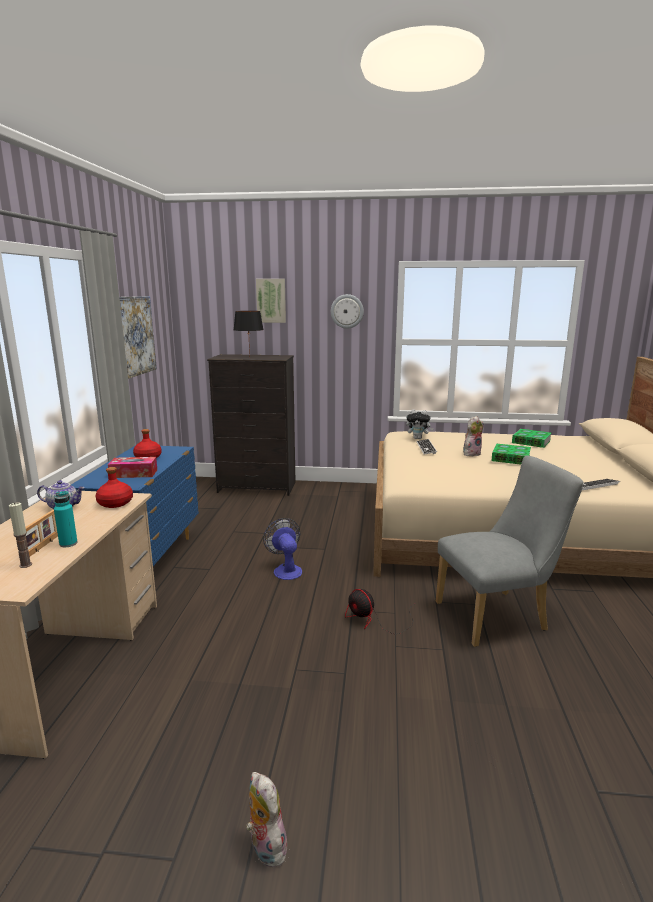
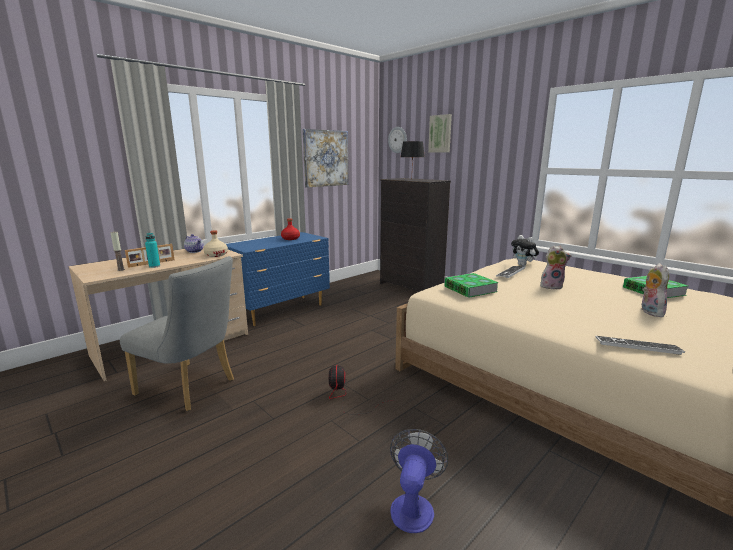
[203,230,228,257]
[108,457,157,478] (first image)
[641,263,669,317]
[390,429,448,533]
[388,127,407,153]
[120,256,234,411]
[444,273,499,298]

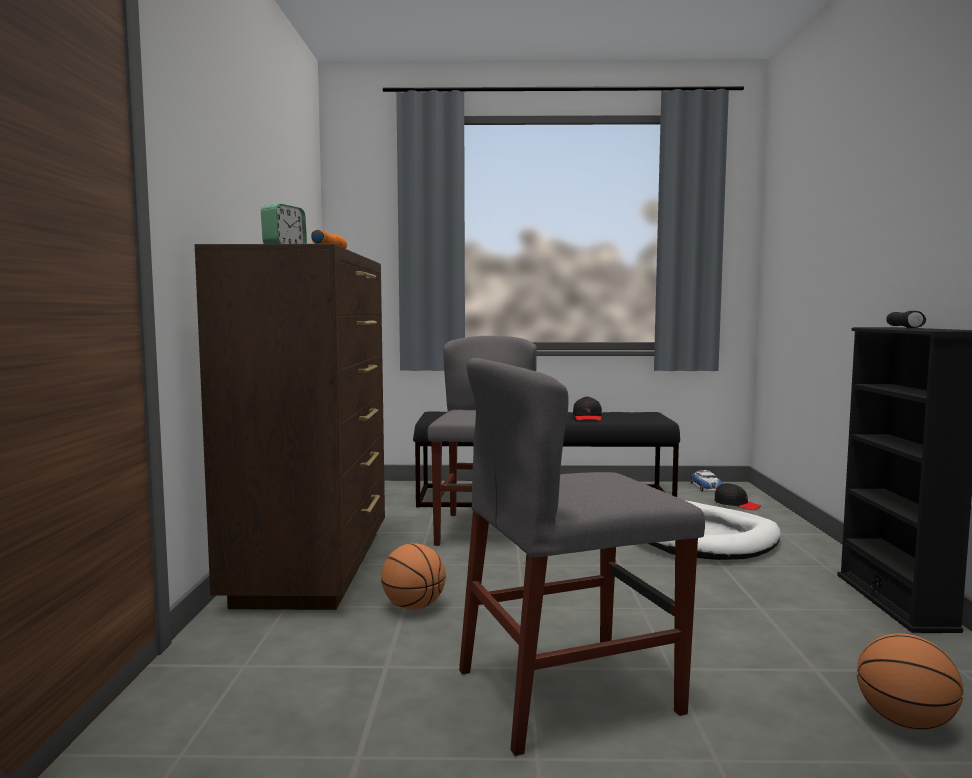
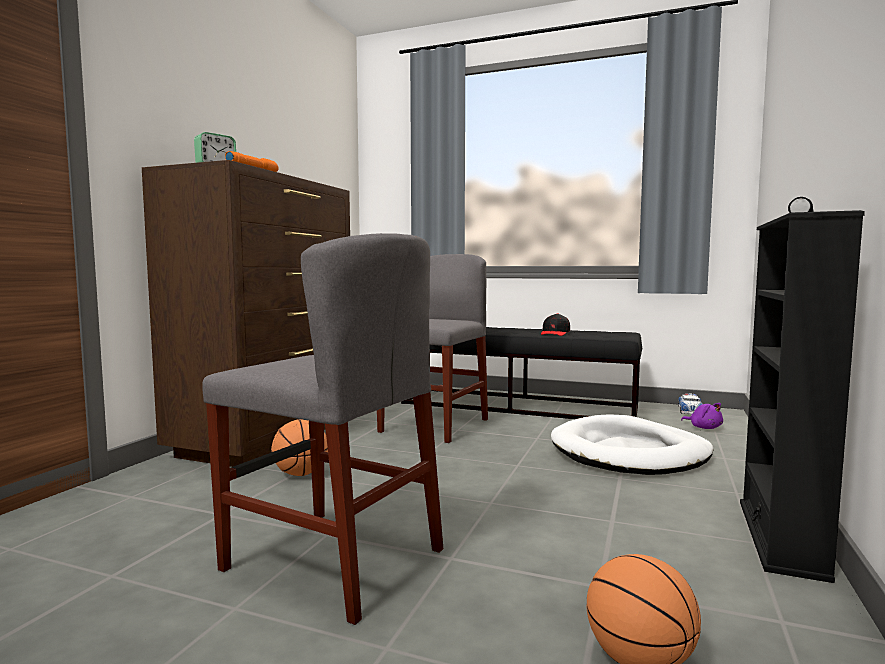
[202,233,443,625]
[681,403,723,429]

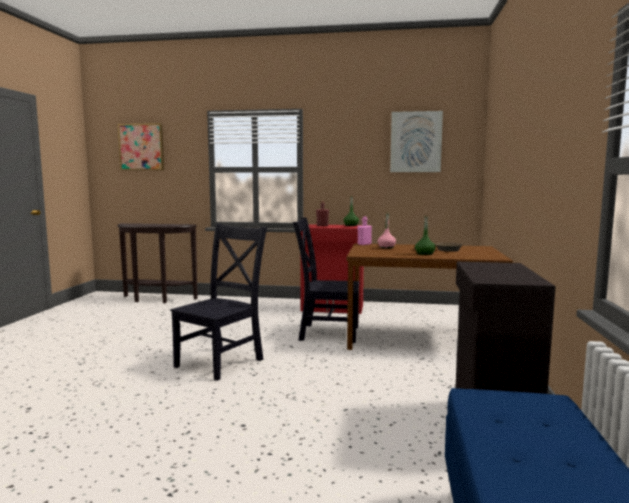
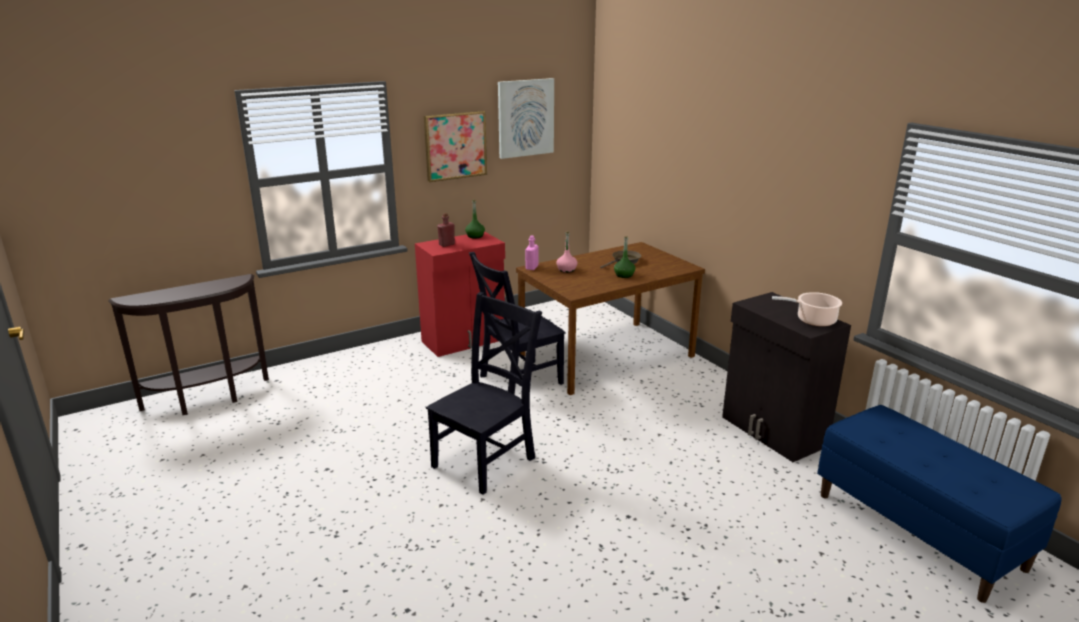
[424,111,487,182]
[426,292,542,495]
[772,292,842,326]

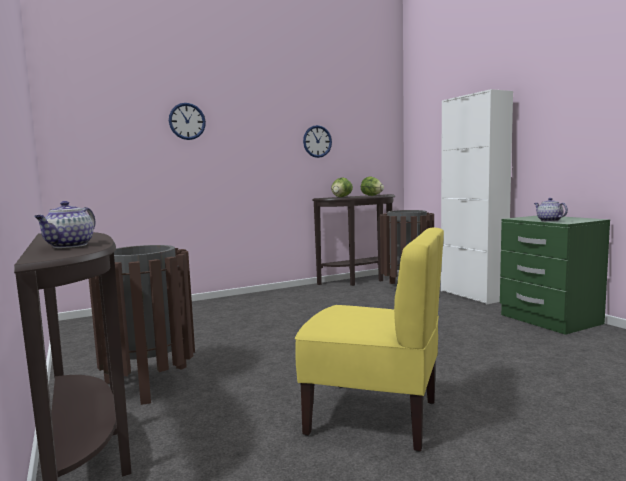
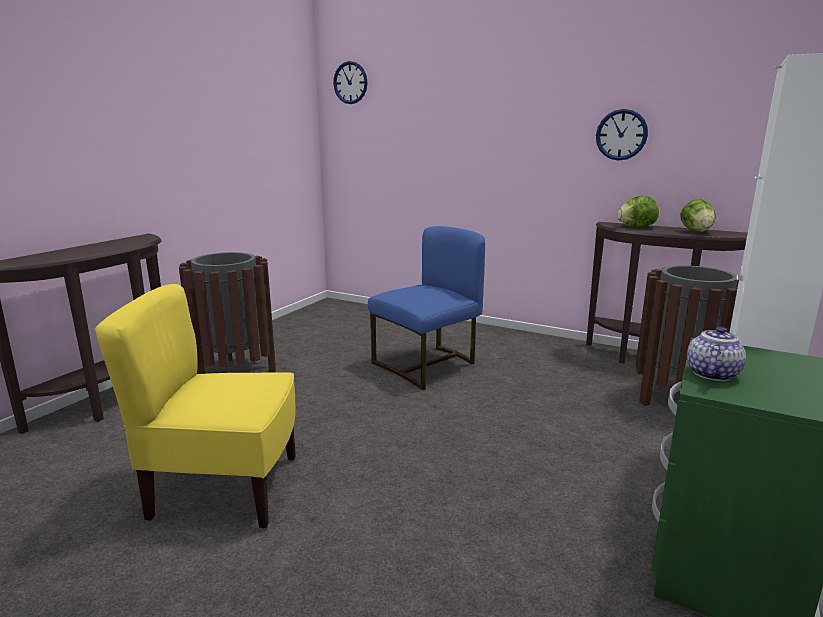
[34,201,95,248] (first image)
[333,61,367,104]
[95,284,296,529]
[368,226,485,390]

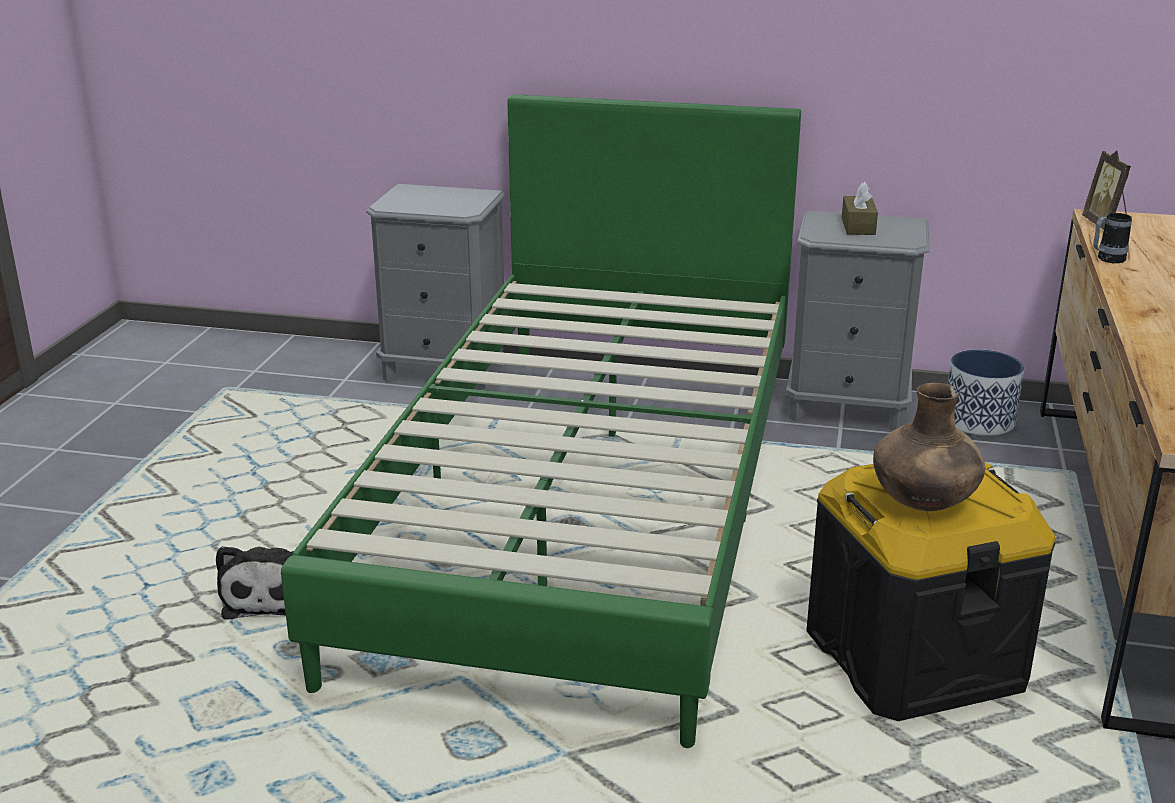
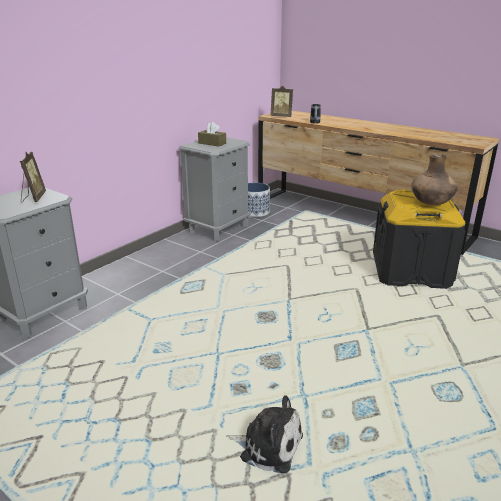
[281,94,801,748] (first image)
[20,151,46,203]

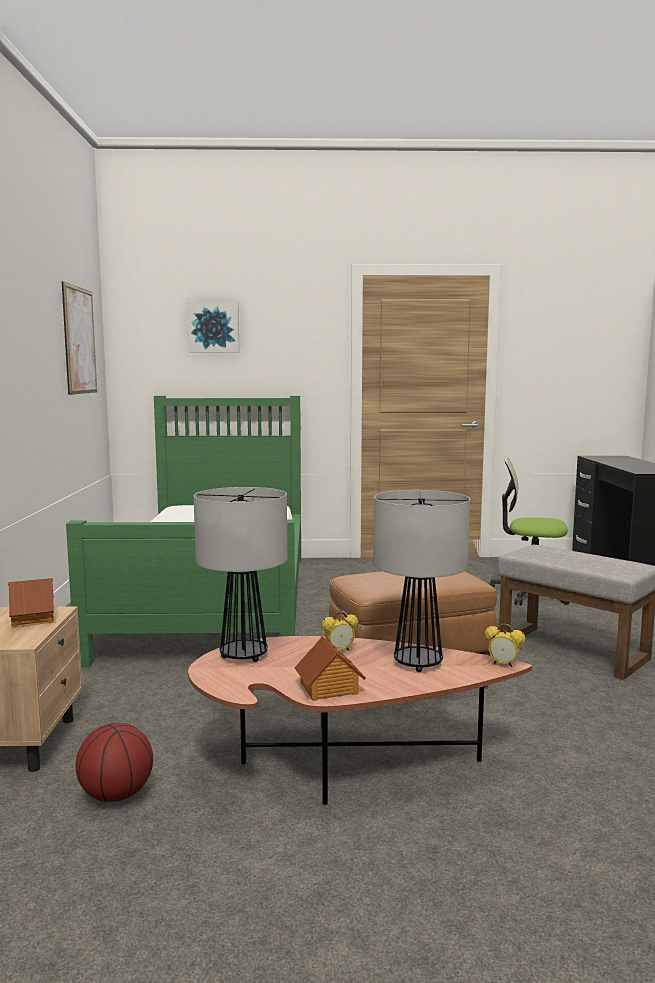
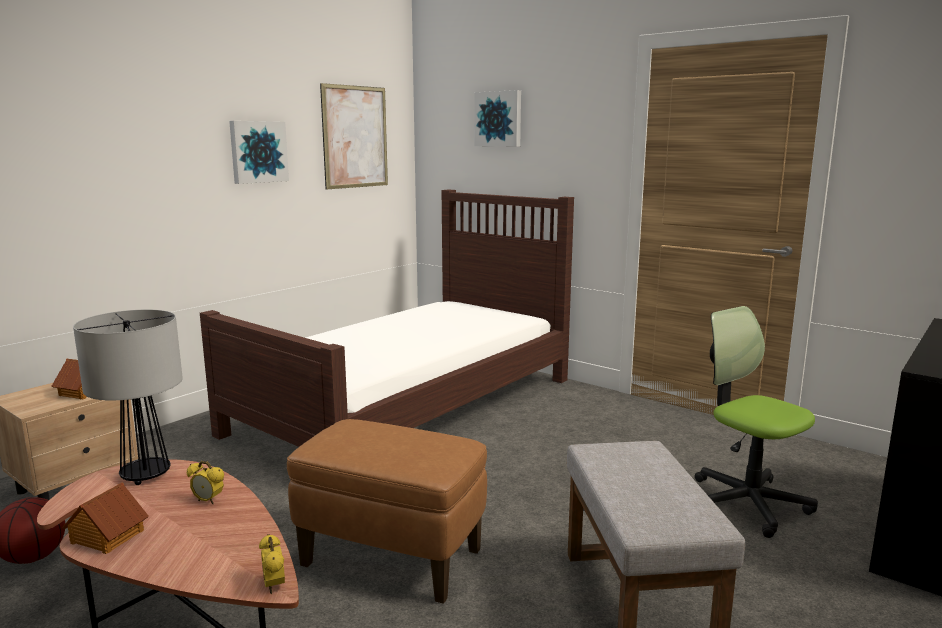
[200,189,574,447]
[373,490,470,672] (first image)
[229,121,289,184]

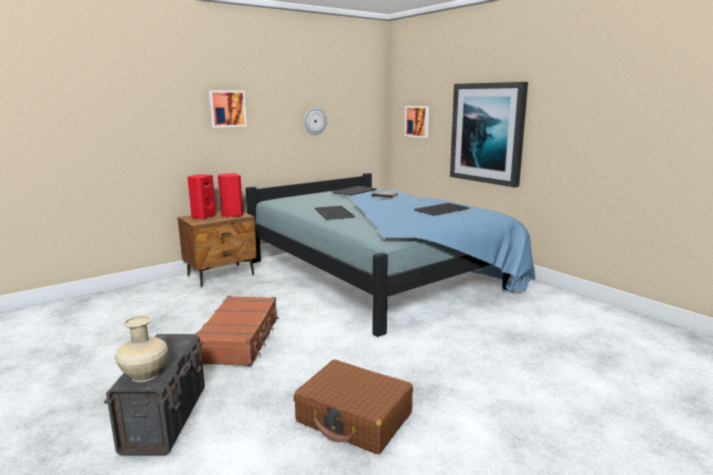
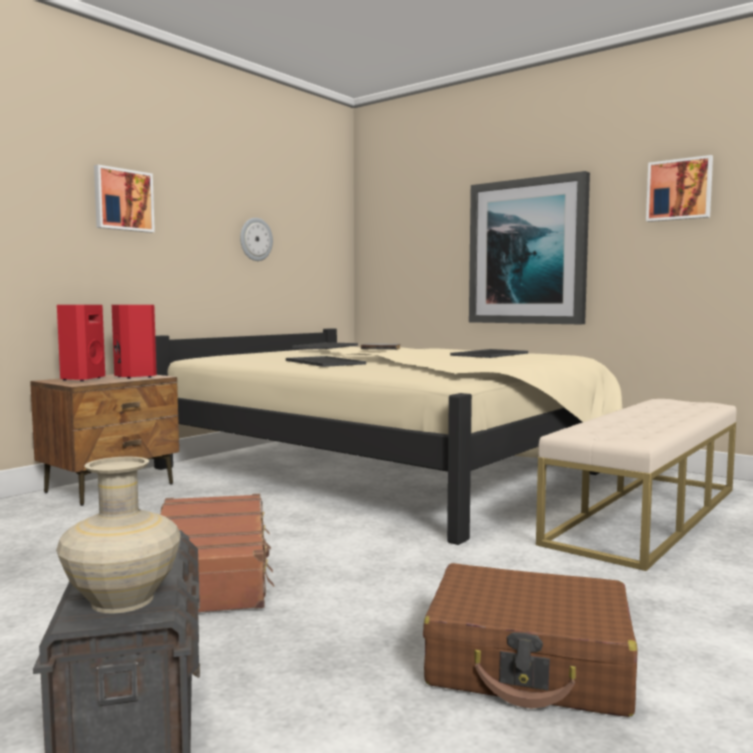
[154,328,622,545]
[646,155,713,222]
[536,399,737,571]

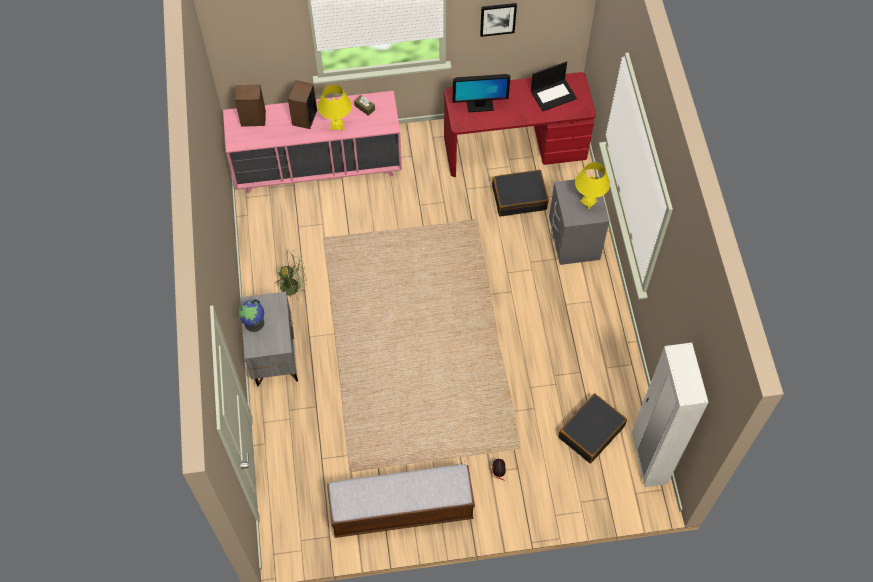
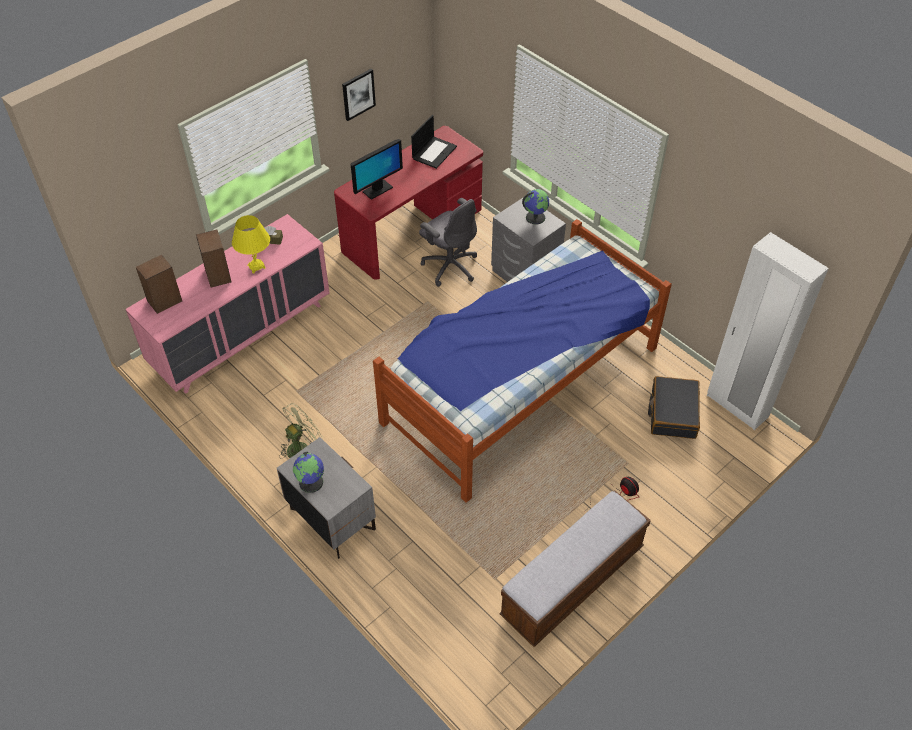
[419,198,477,287]
[522,189,549,225]
[373,219,672,503]

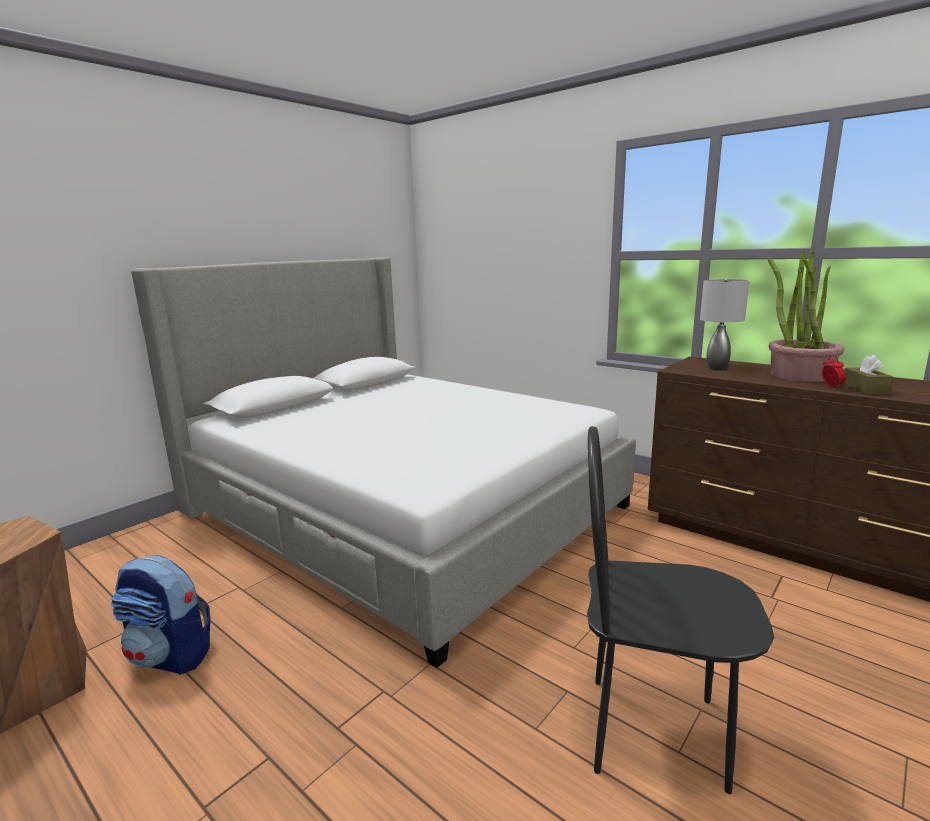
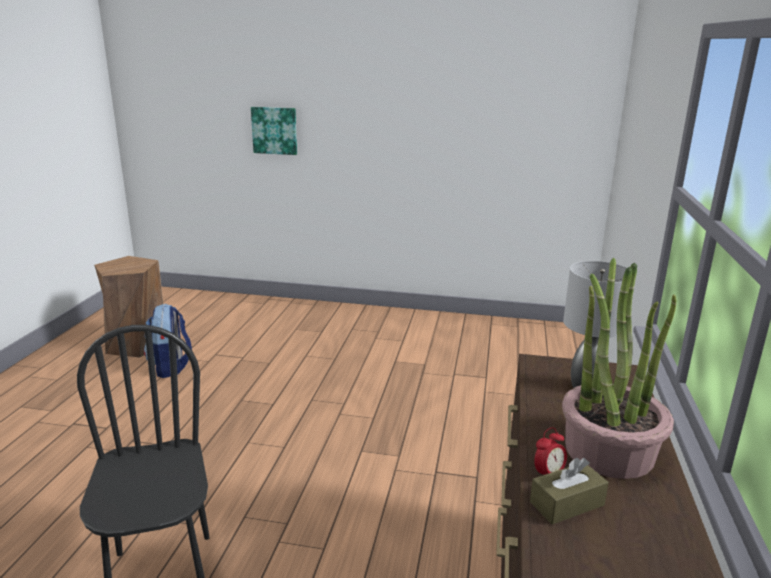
[131,257,636,668] (first image)
[251,107,297,155]

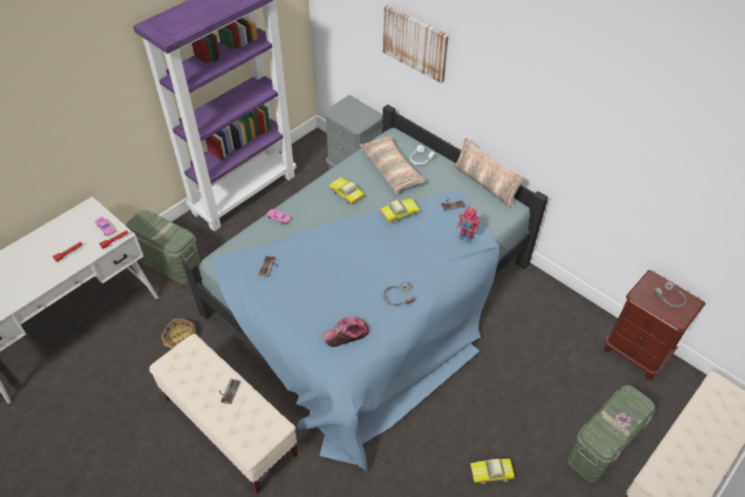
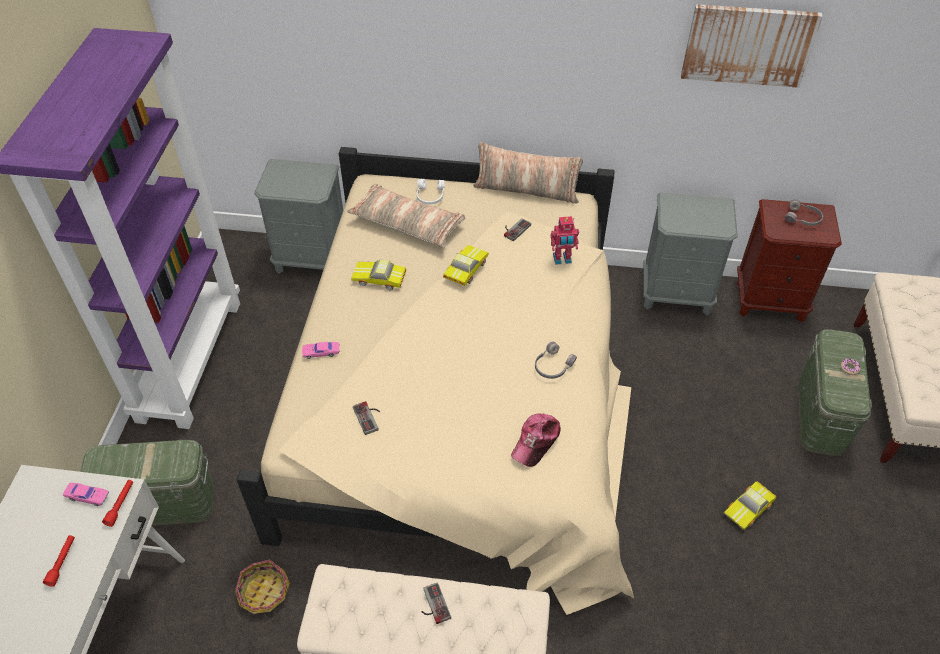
[237,147,634,615]
[681,4,823,88]
[643,192,738,315]

